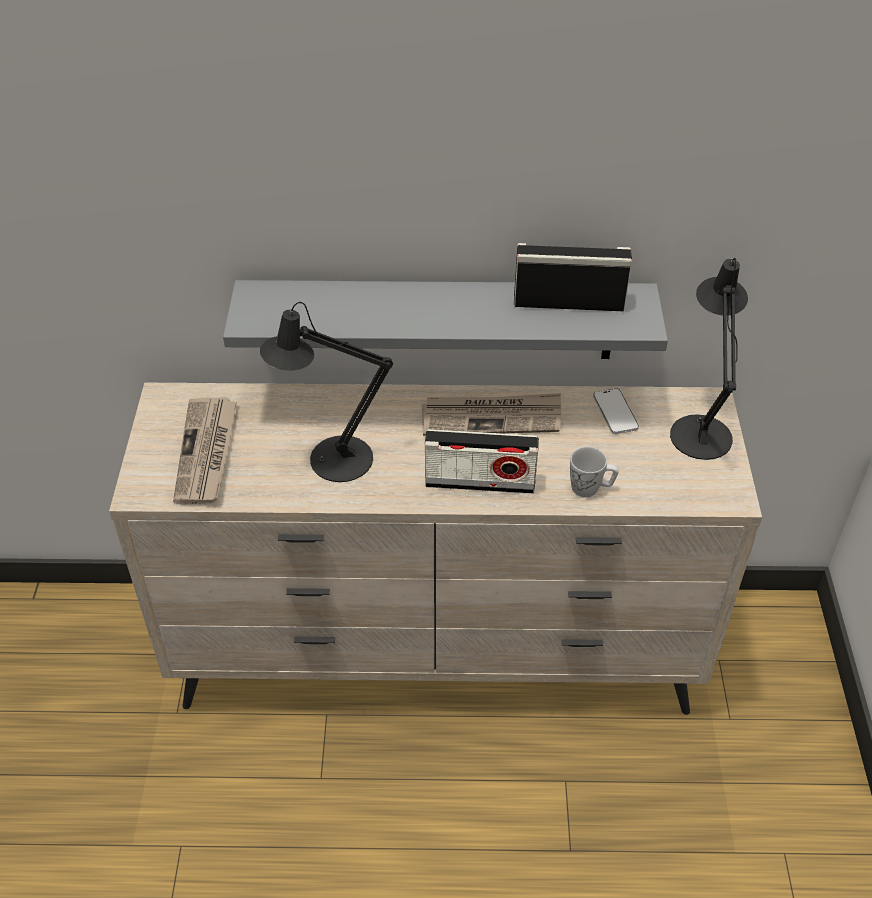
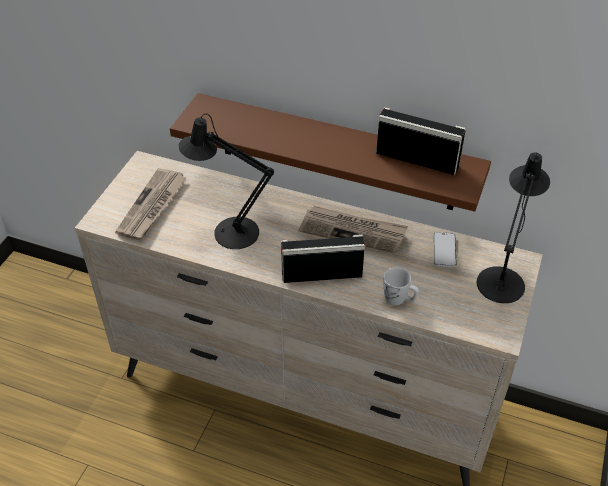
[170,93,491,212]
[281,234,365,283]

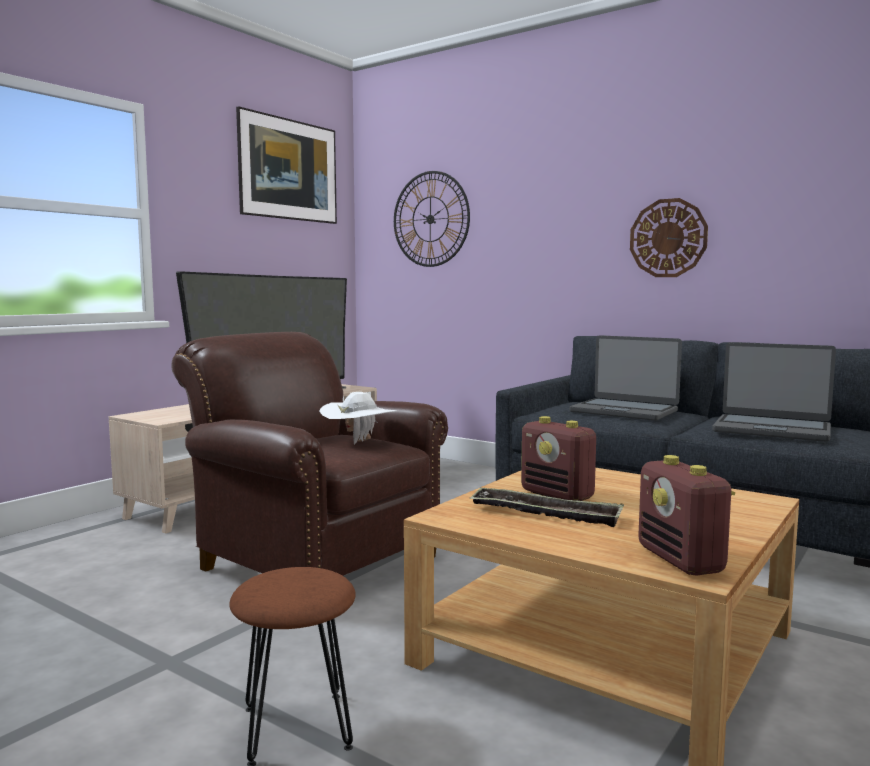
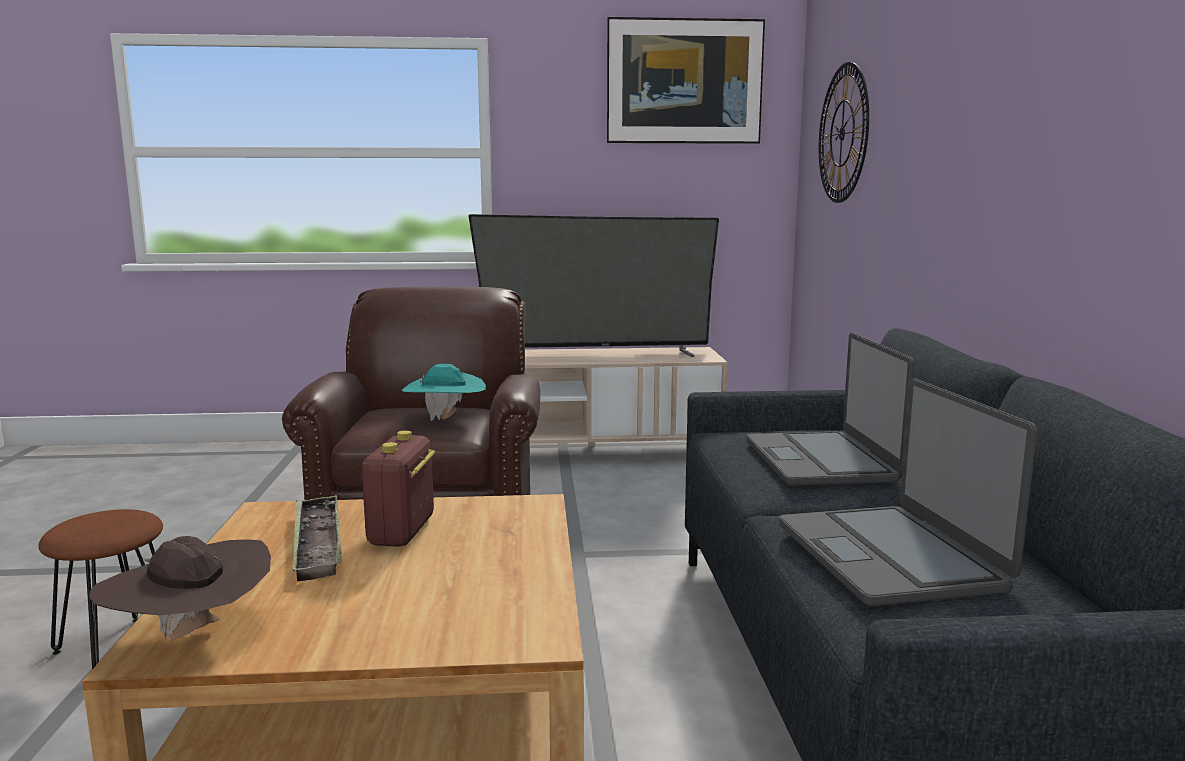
[402,364,486,421]
[630,198,708,277] (first image)
[89,536,271,640]

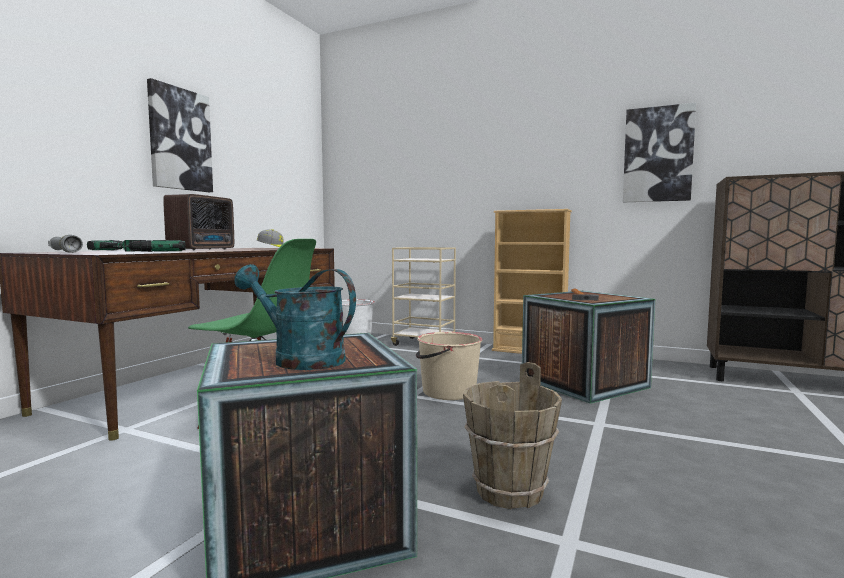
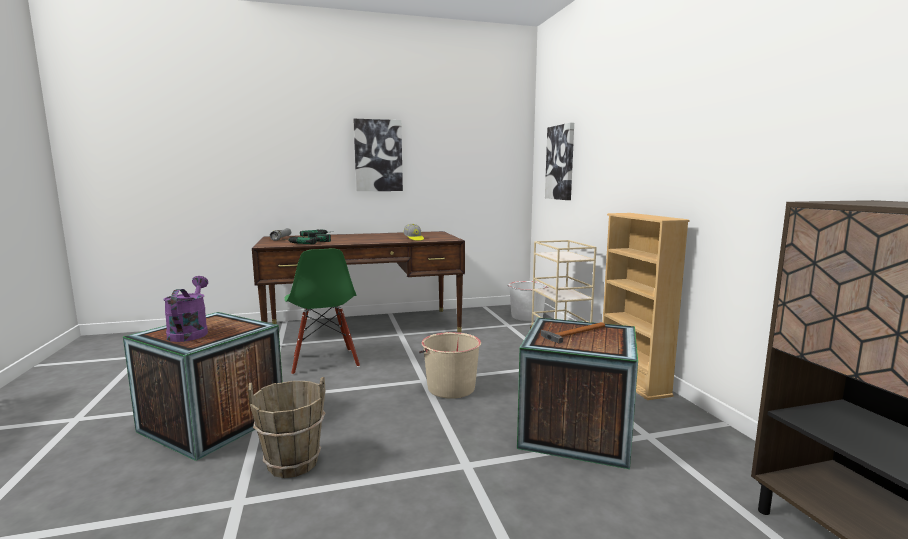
[163,194,234,250] (first image)
[163,276,208,342]
[545,123,574,200]

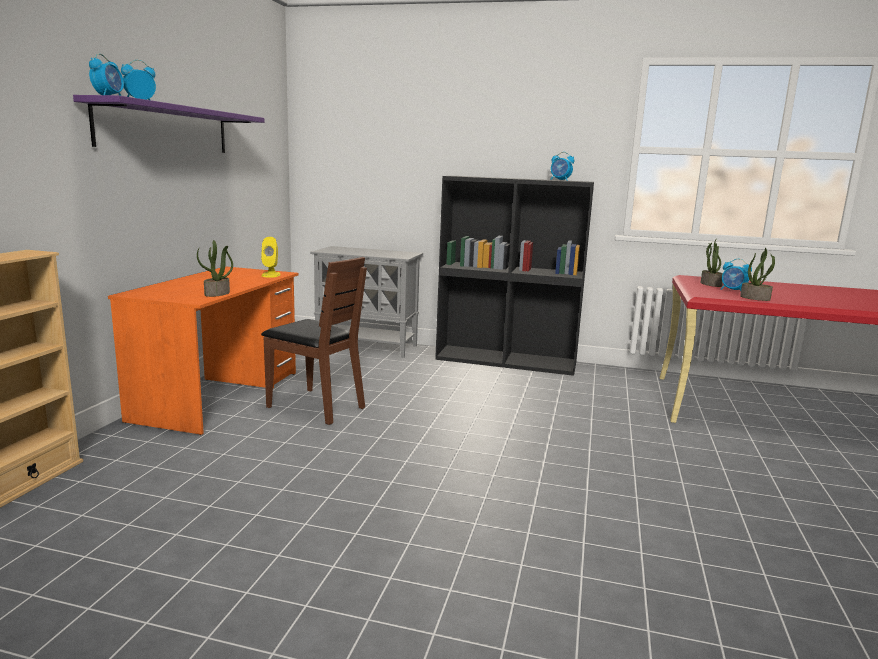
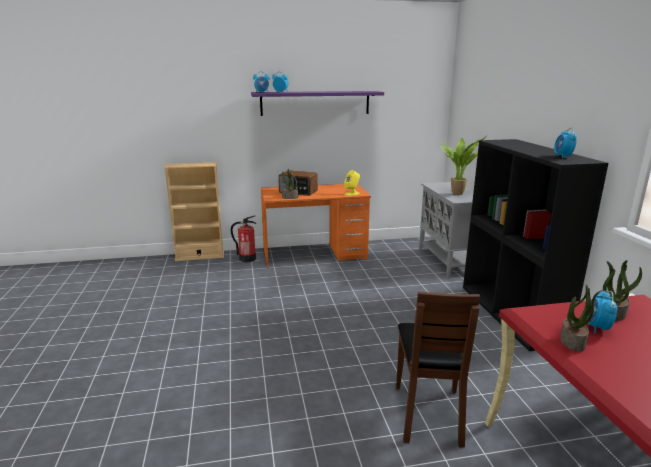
[396,291,480,447]
[231,215,256,262]
[278,170,318,196]
[440,136,487,195]

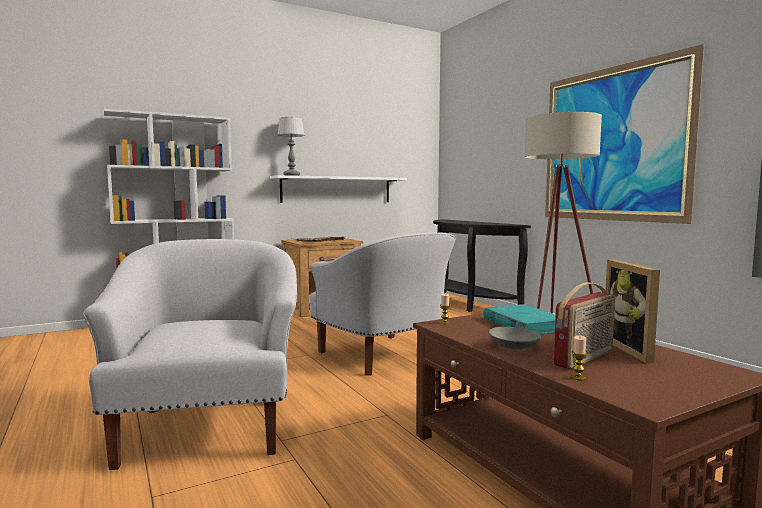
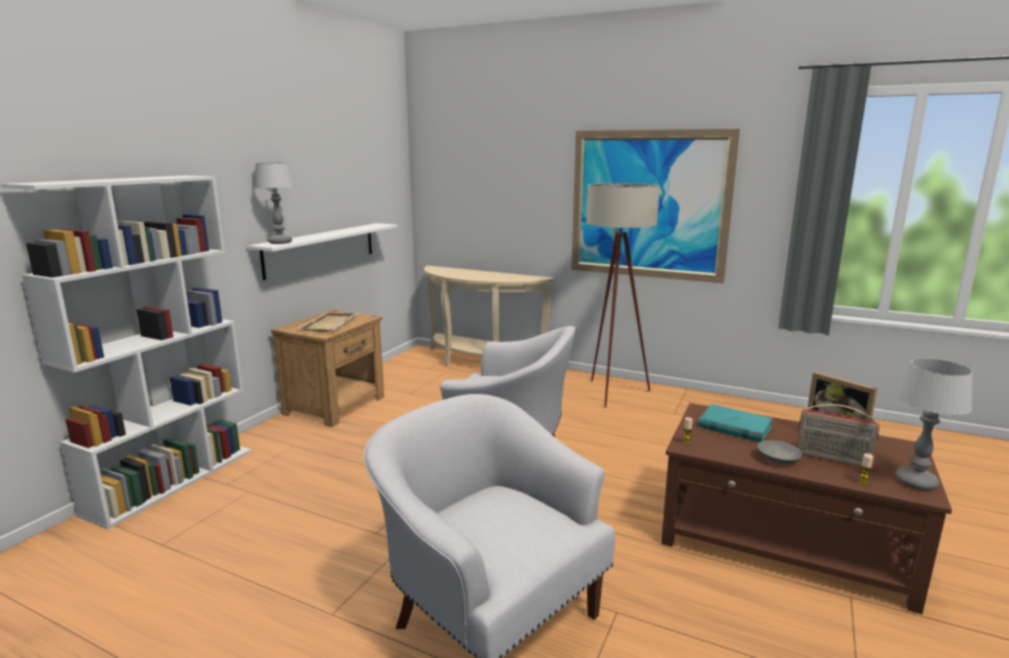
[424,266,554,366]
[797,404,880,467]
[896,358,973,490]

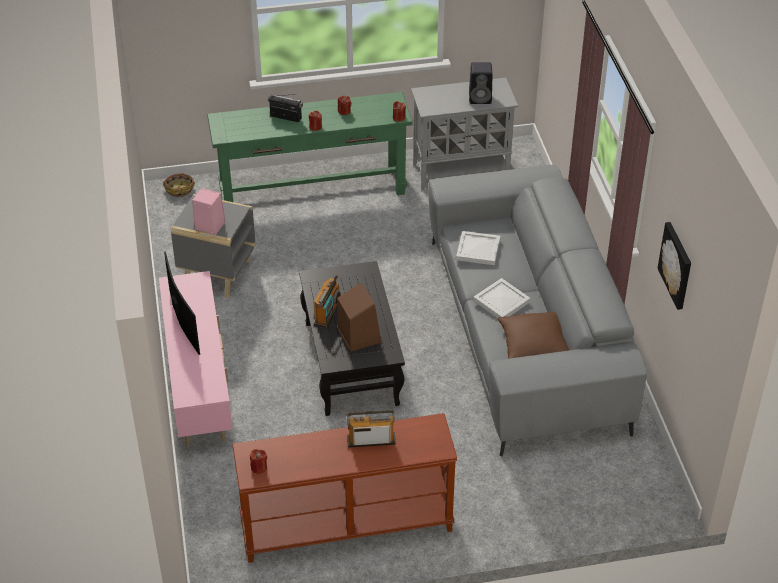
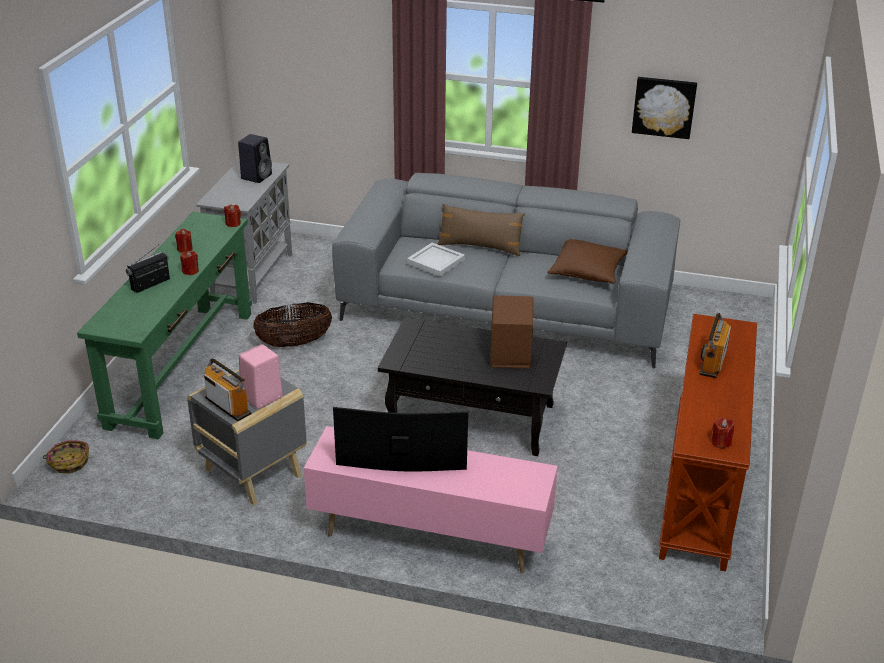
[204,359,251,421]
[473,278,531,318] (first image)
[253,302,332,347]
[437,204,525,256]

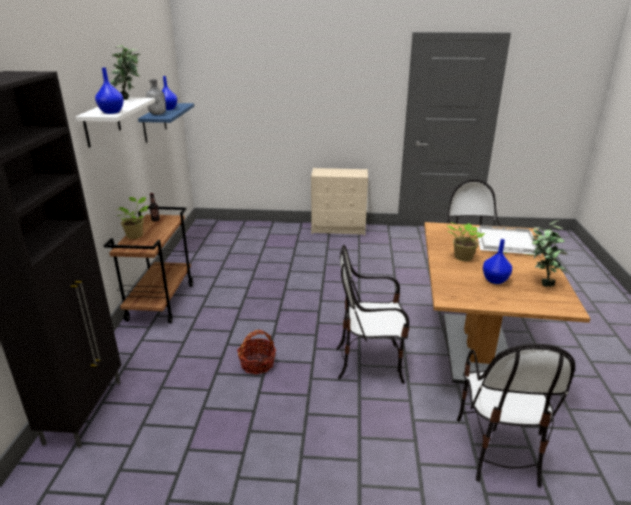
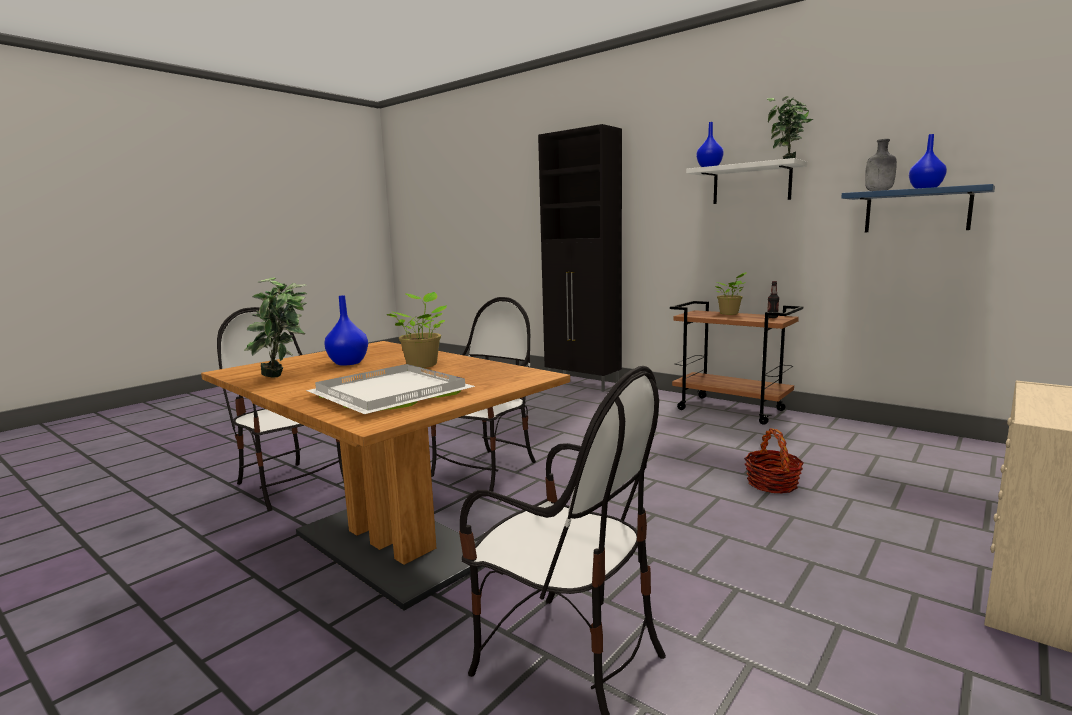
[744,428,804,494]

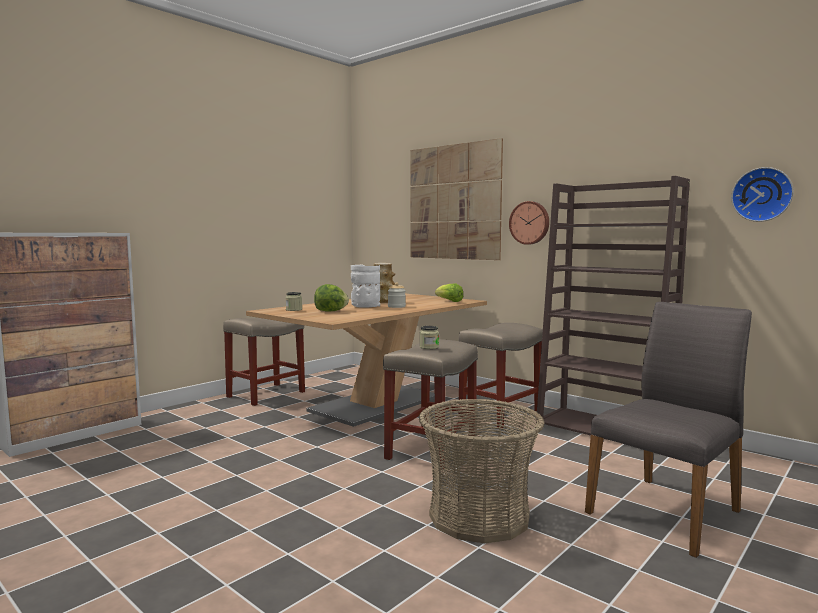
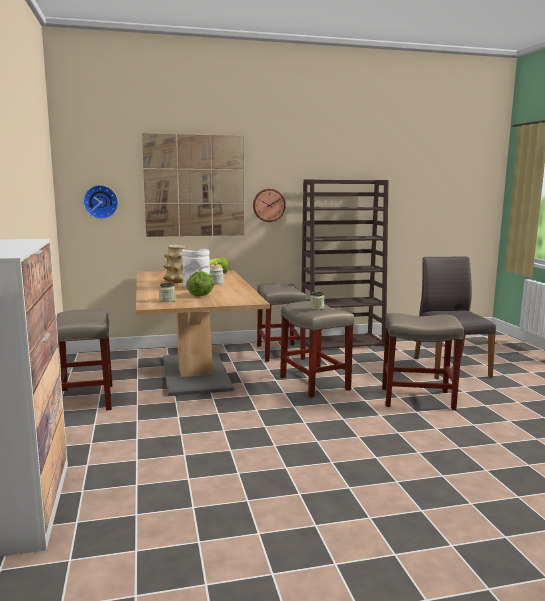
[382,313,464,410]
[83,185,118,219]

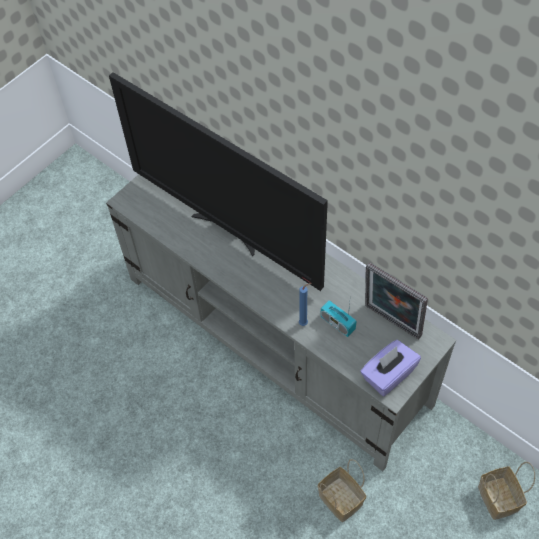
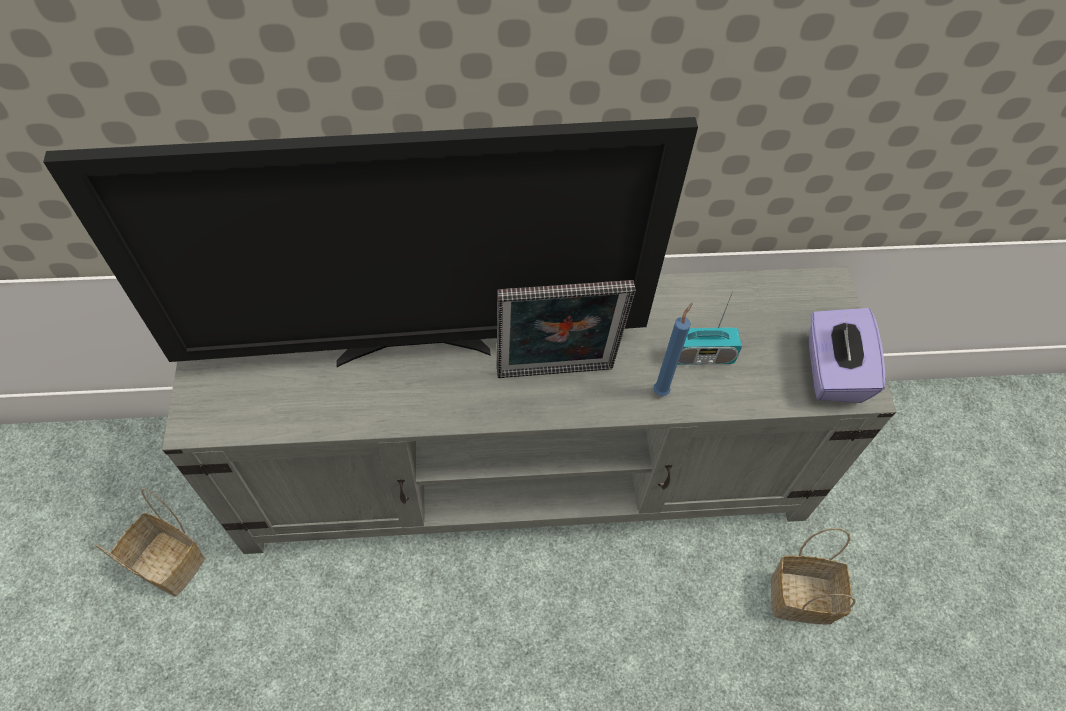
[497,280,635,378]
[94,488,206,596]

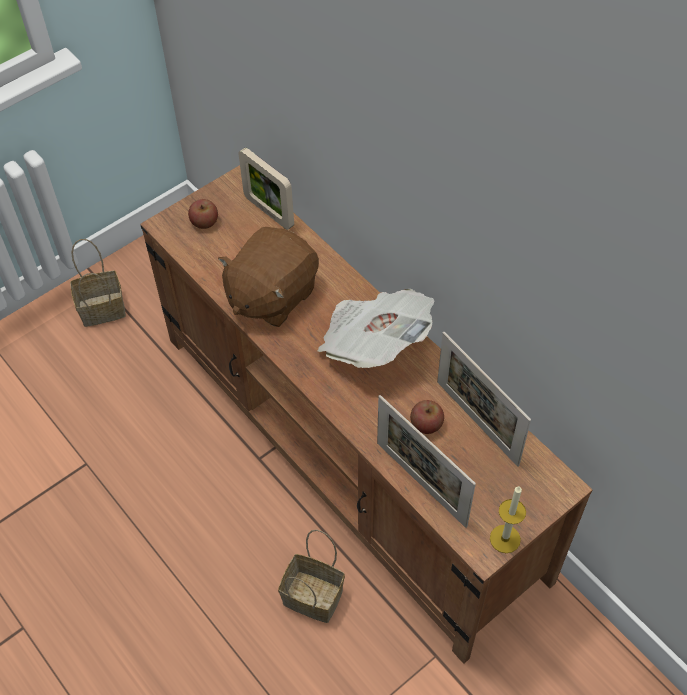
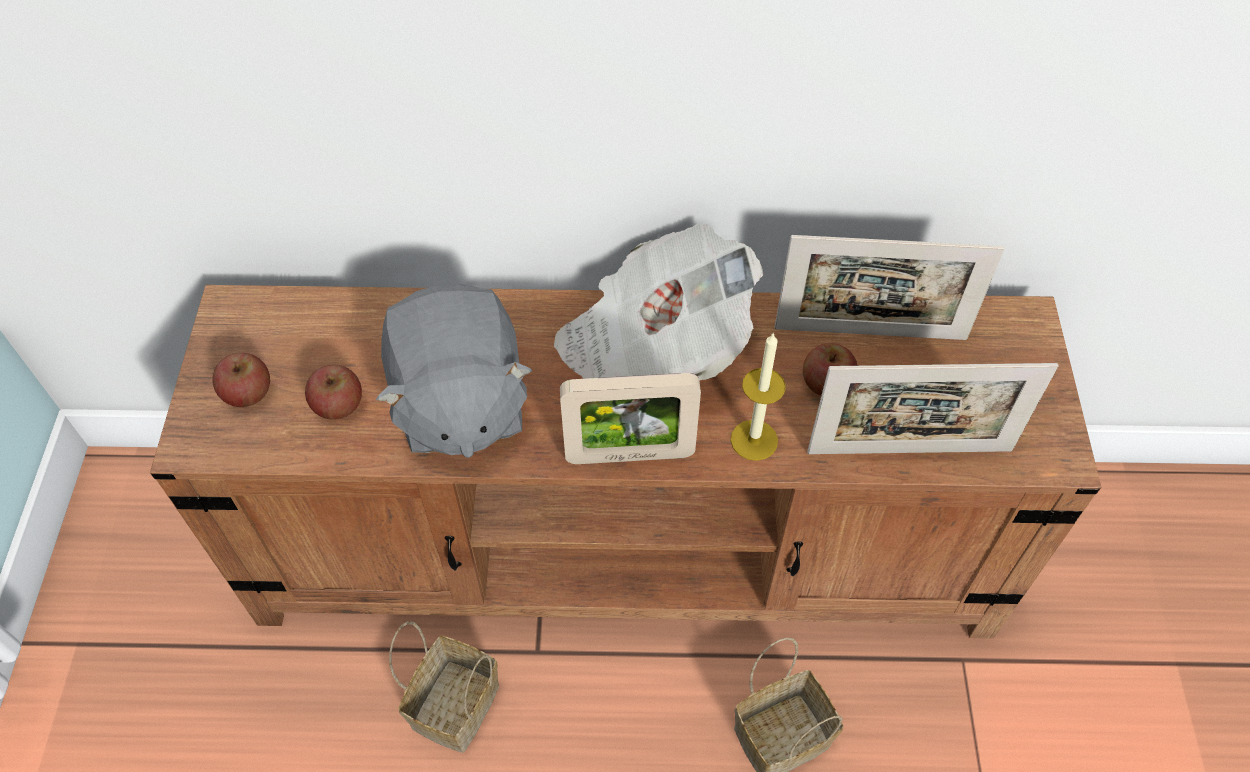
[389,621,499,753]
[376,284,532,458]
[560,373,701,464]
[731,332,786,461]
[305,364,362,420]

